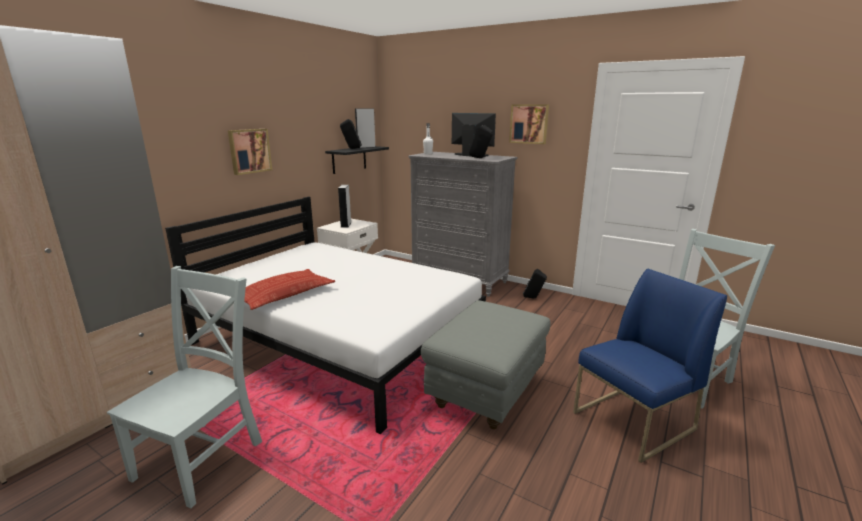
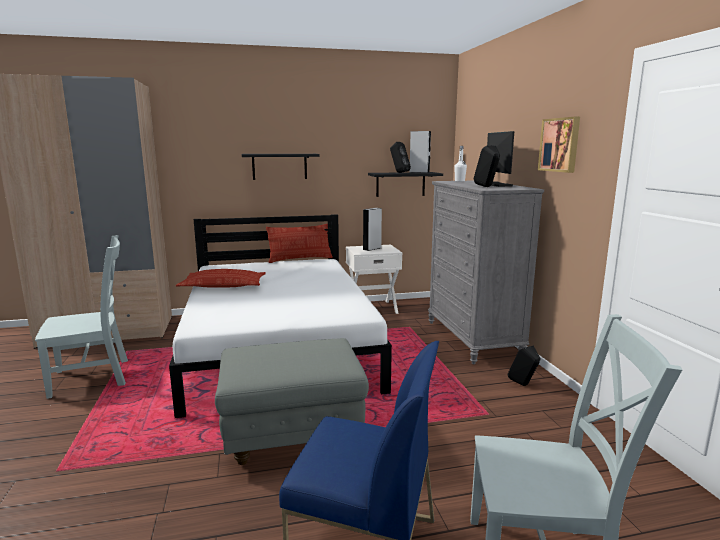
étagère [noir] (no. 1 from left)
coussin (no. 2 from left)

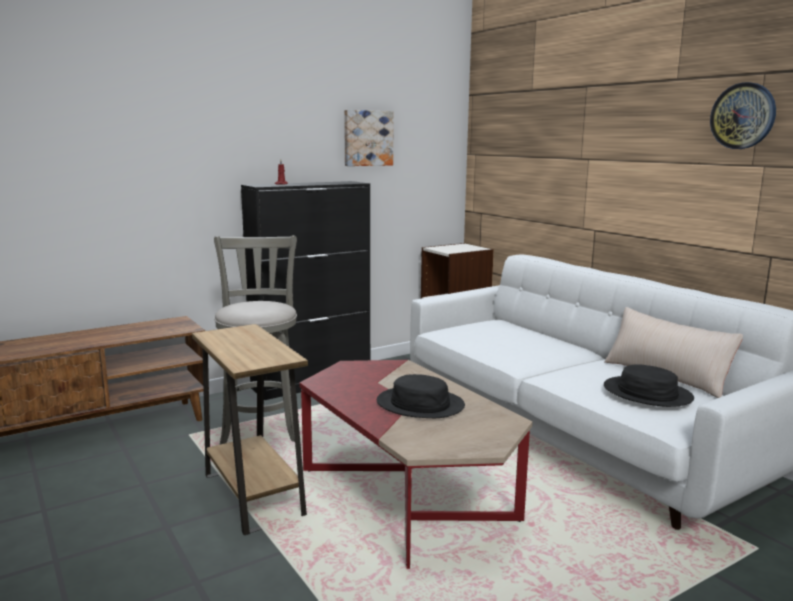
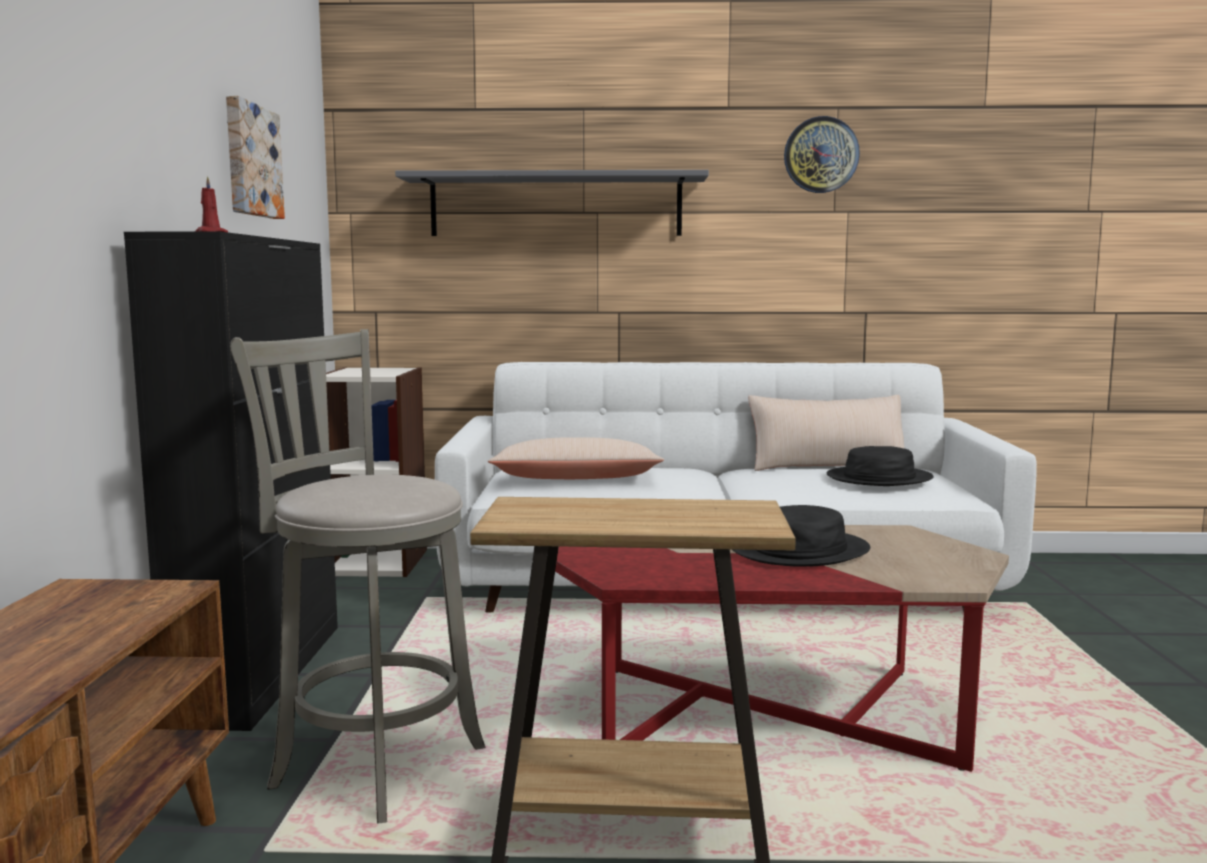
étagère [gris]
coussin [beige] (no. 1 from left)

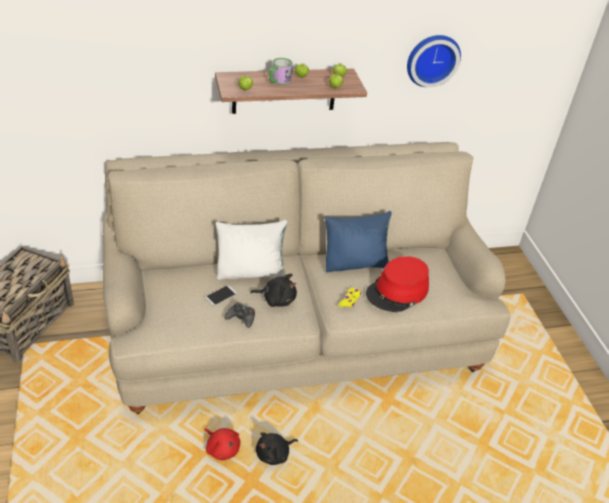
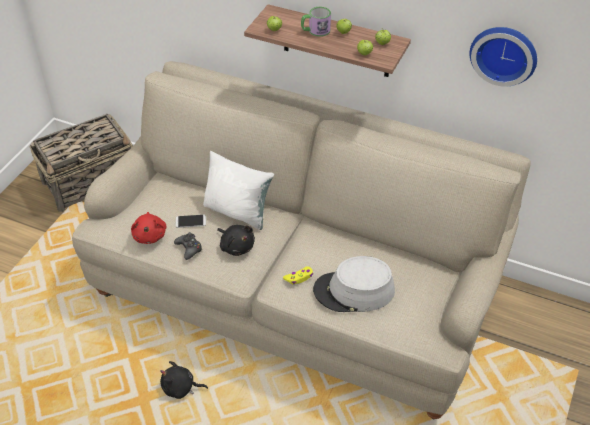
coussin [bleu]
chapeau [gris]
peluche [rouge]

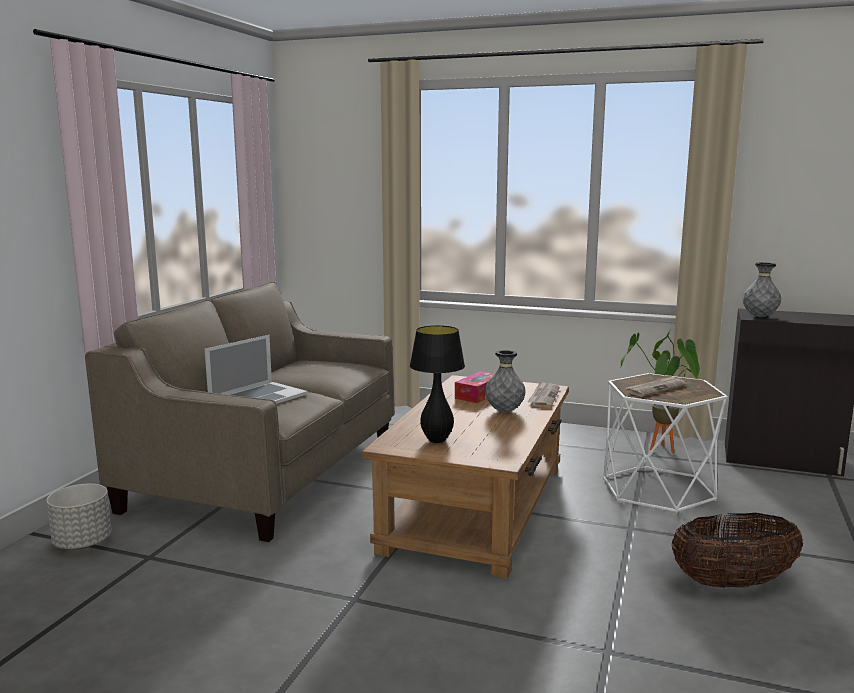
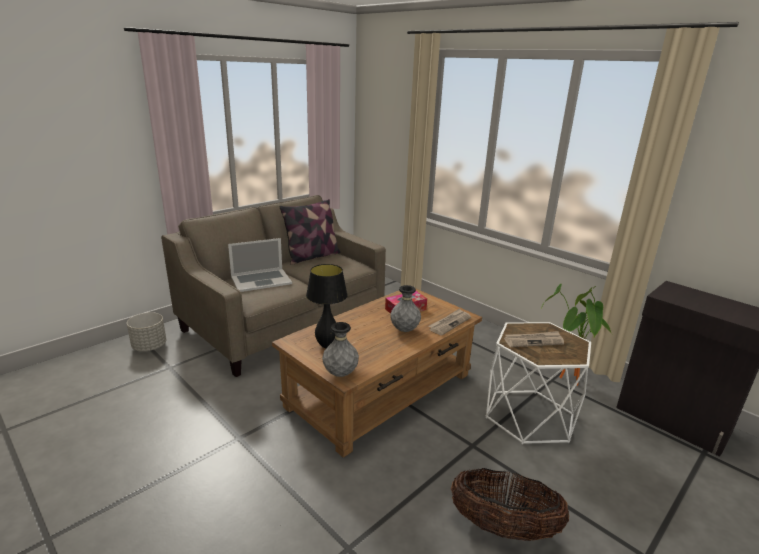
vase [gris] (no. 1 from left)
coussin

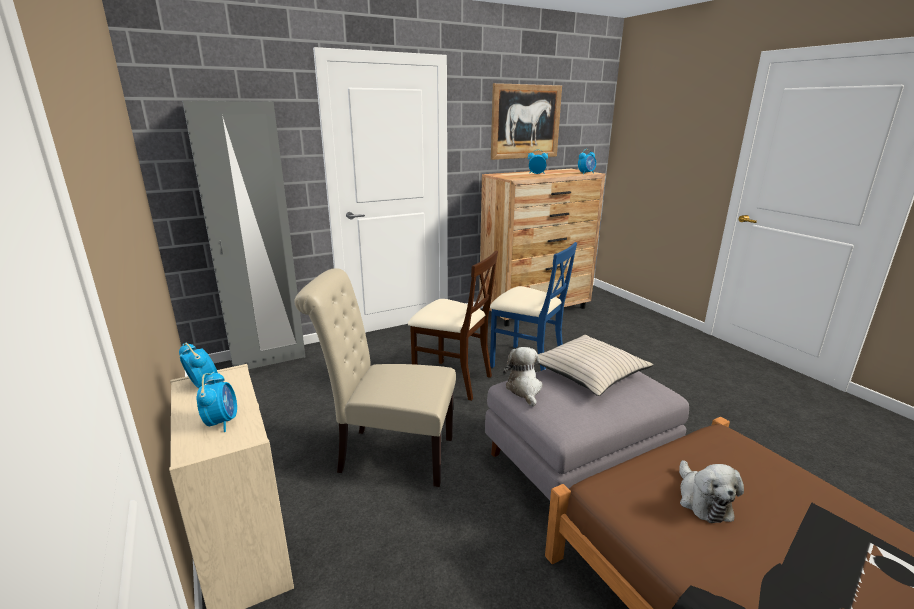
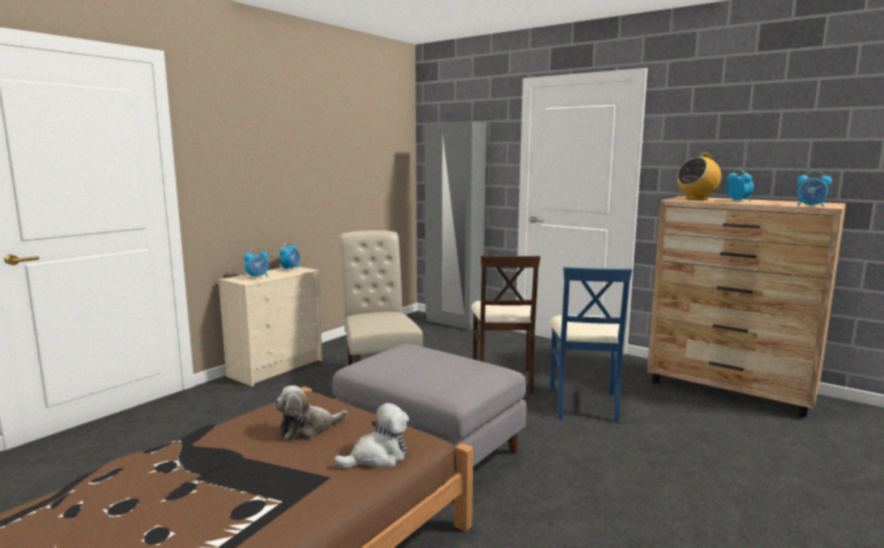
tableau
coussin [beige]
peluche (no. 2 from left)
radio

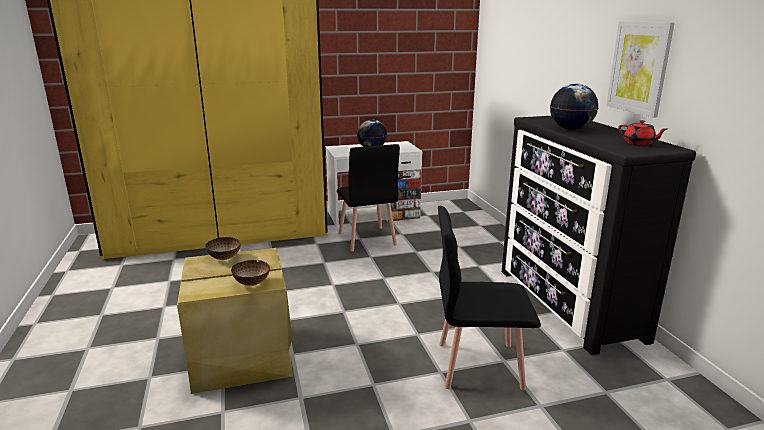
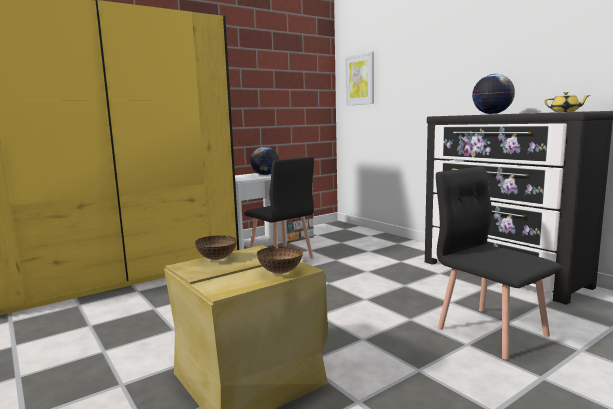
tableau
théière [jaune]
chaise [noir] (no. 2 from left)

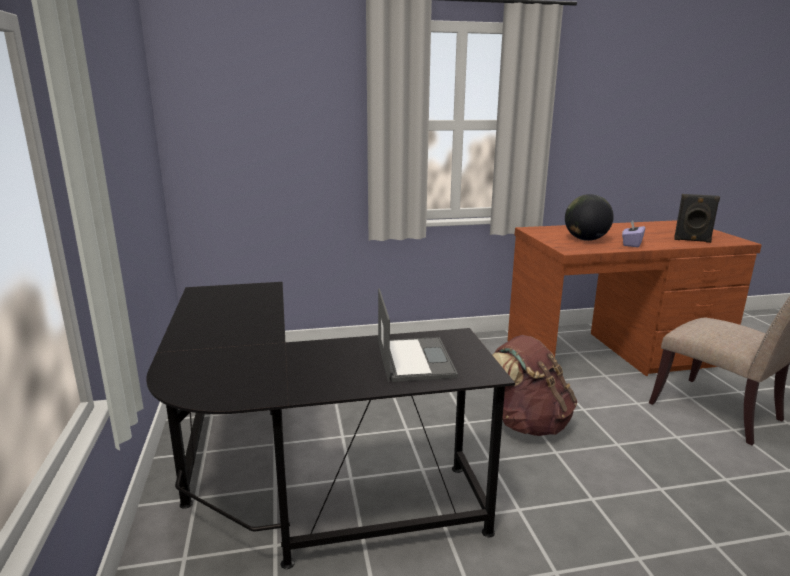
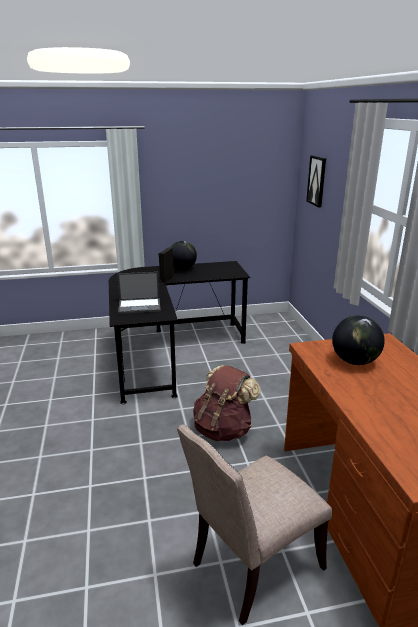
enceinte [noir]
boîte à mouchoirs [violet]
tableau
globe (no. 1 from left)

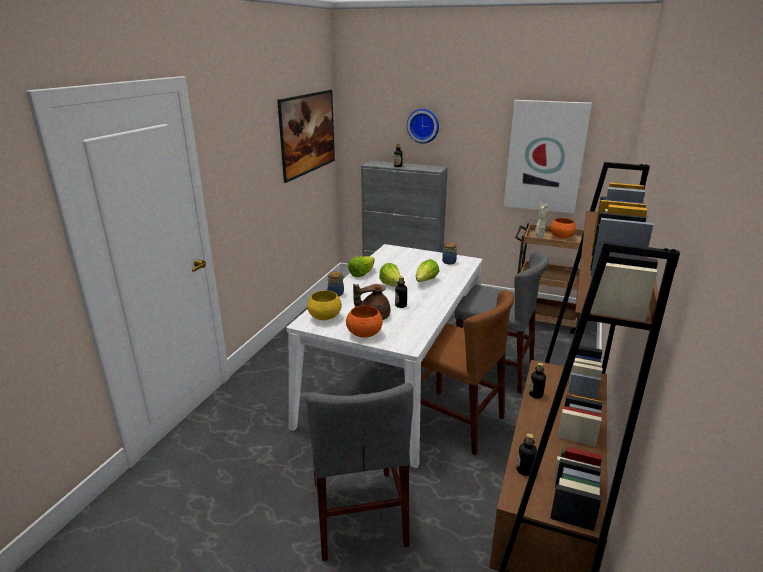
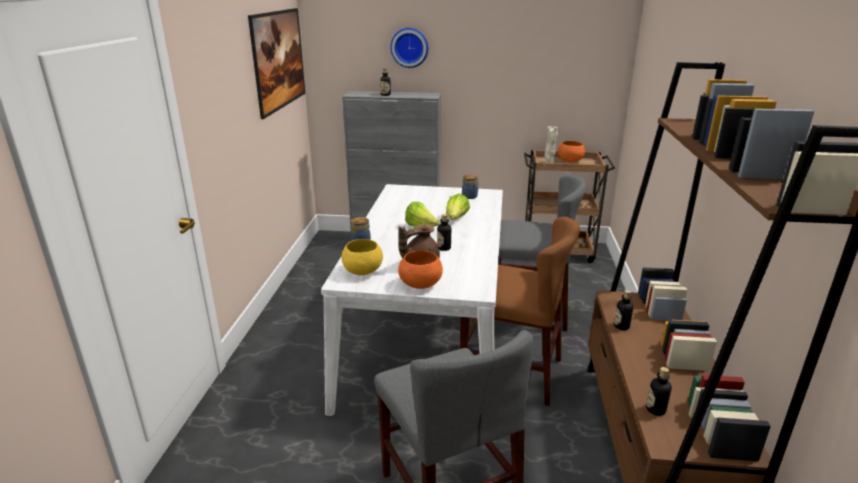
tableau (no. 2 from left in the first image)
laitue (no. 1 from left in the first image)

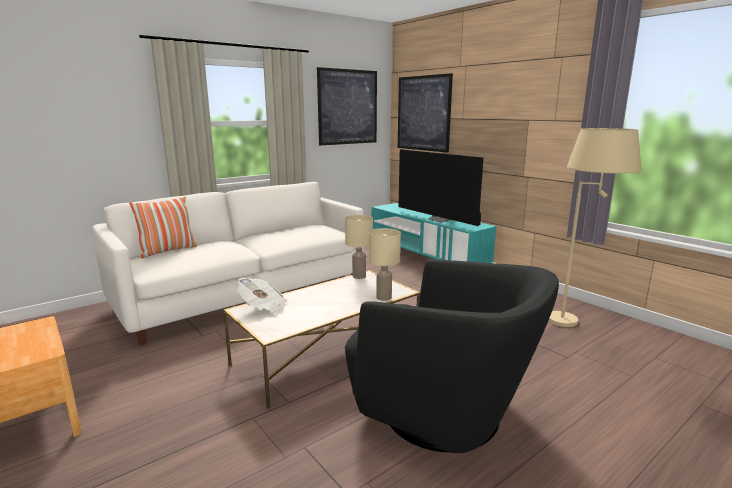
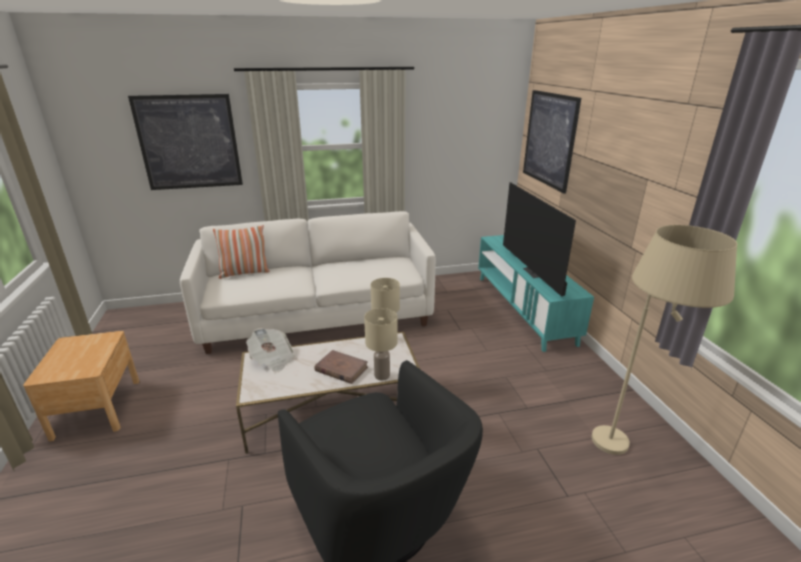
tableau (no. 1 from left)
livre [marron]

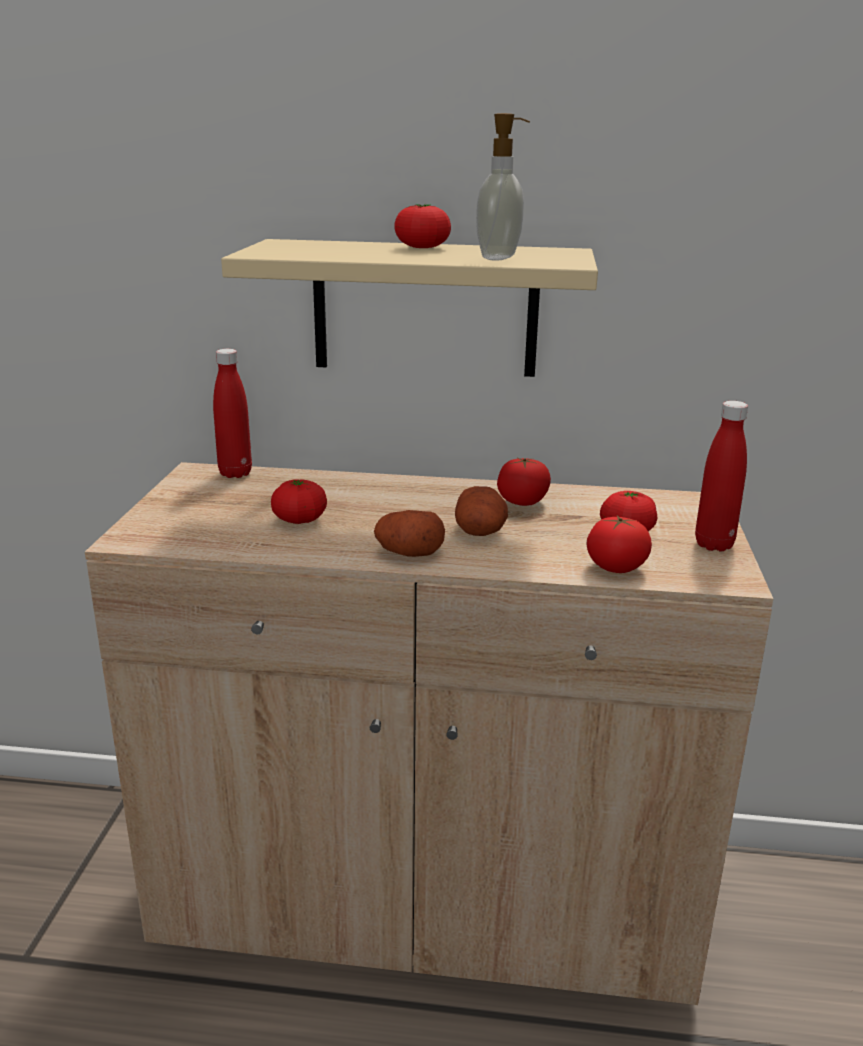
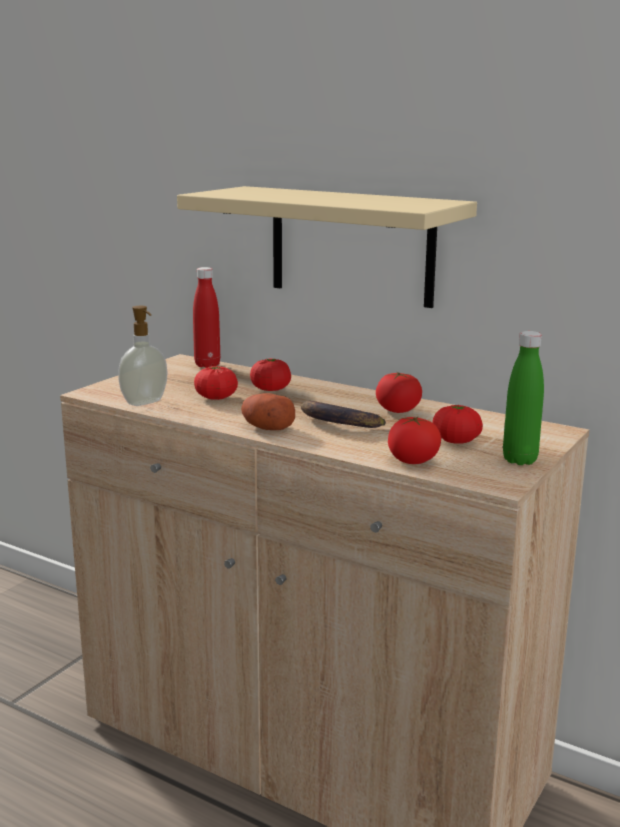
distributeur de savon
tomate (no. 2 from left)
bouteille [vert]
banane

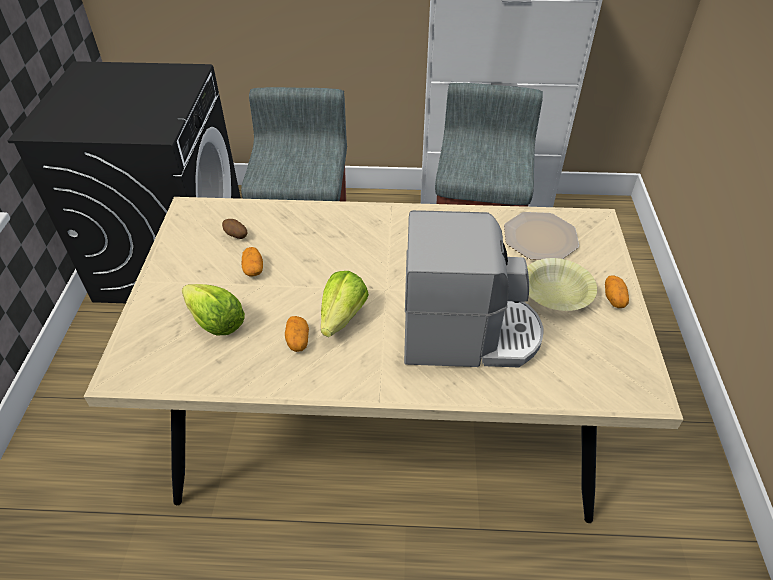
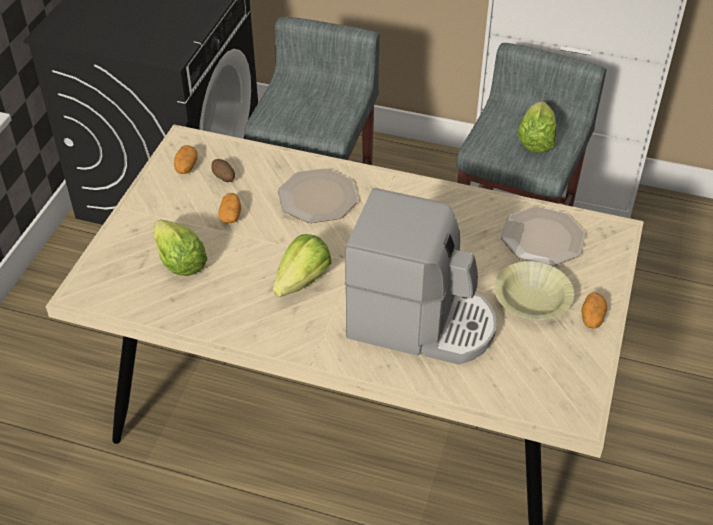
pomme de terre (no. 1 from left)
laitue (no. 3 from left)
assiette (no. 1 from left)

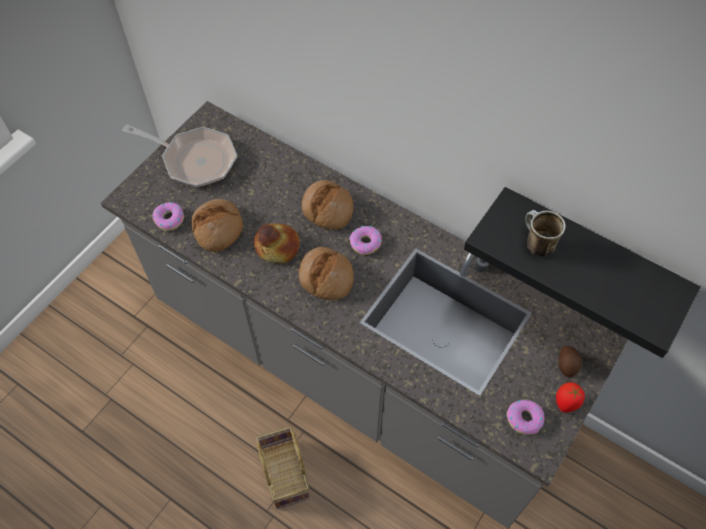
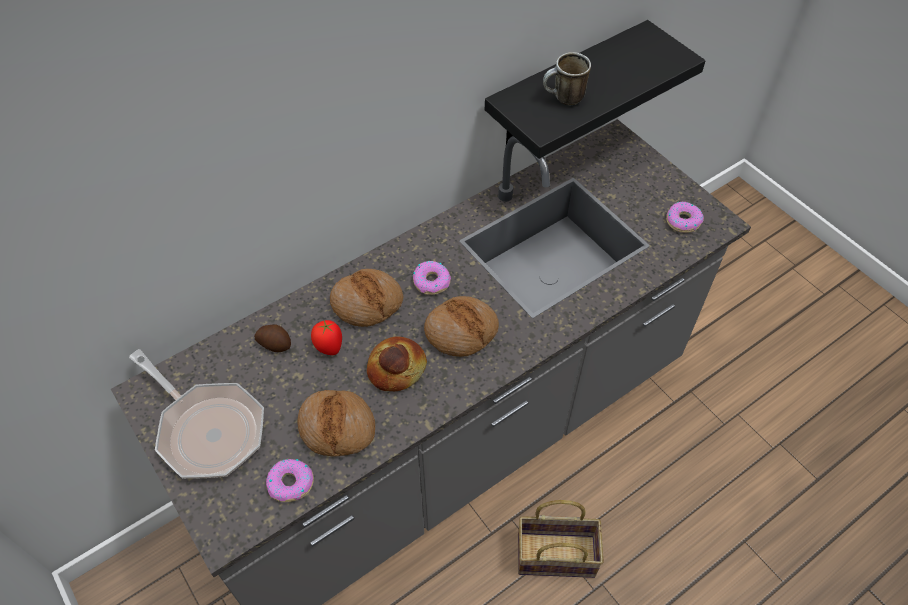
poêle
pomme de terre
tomate

